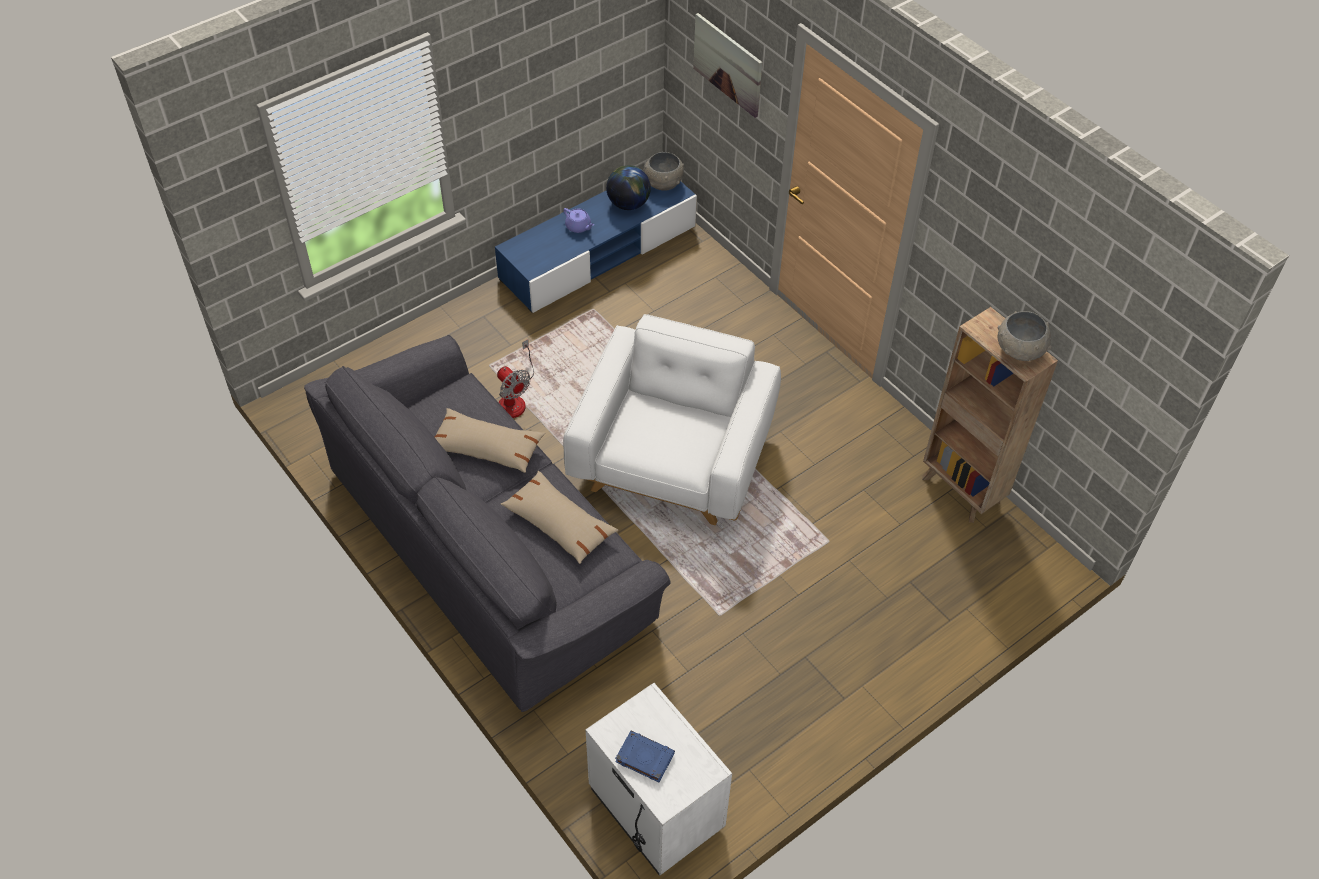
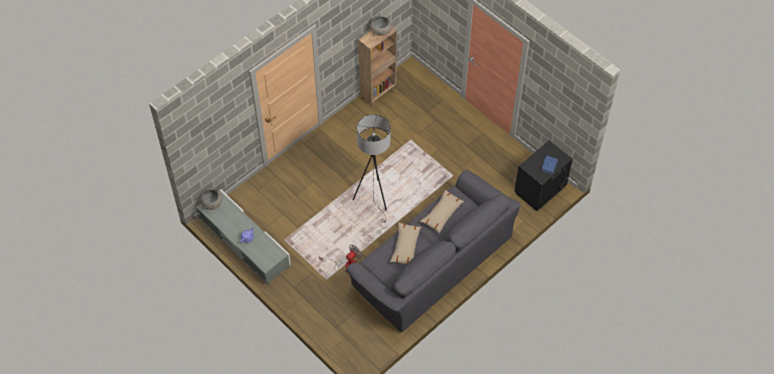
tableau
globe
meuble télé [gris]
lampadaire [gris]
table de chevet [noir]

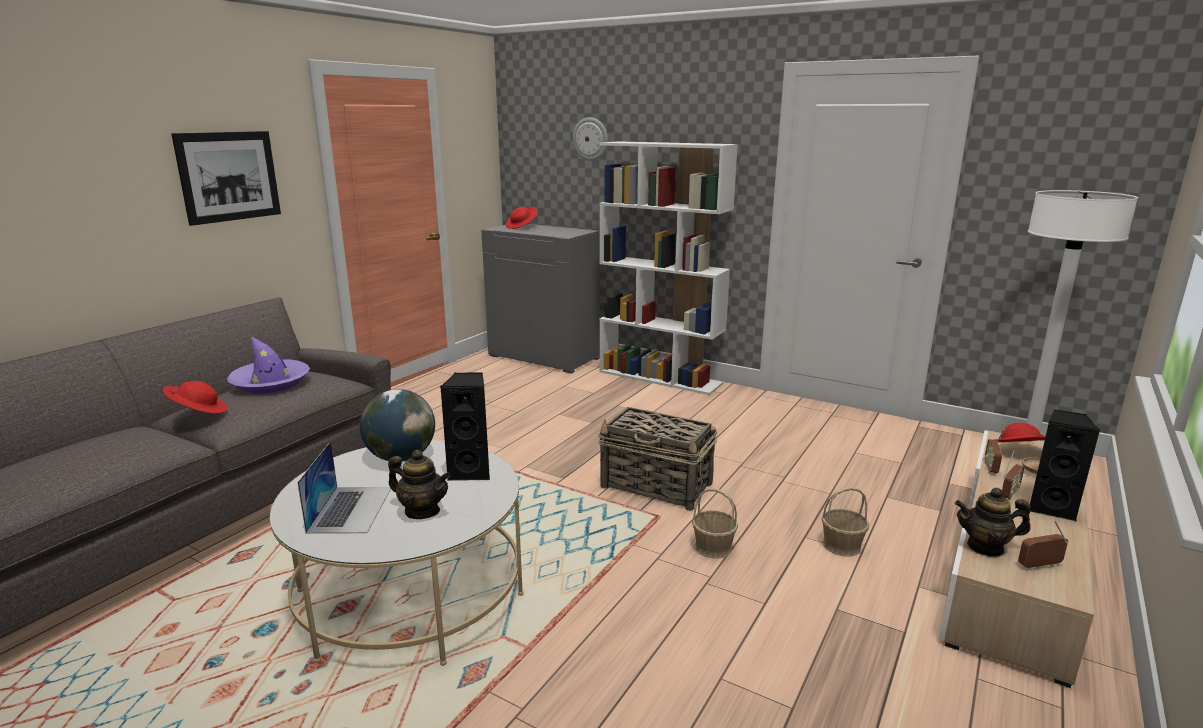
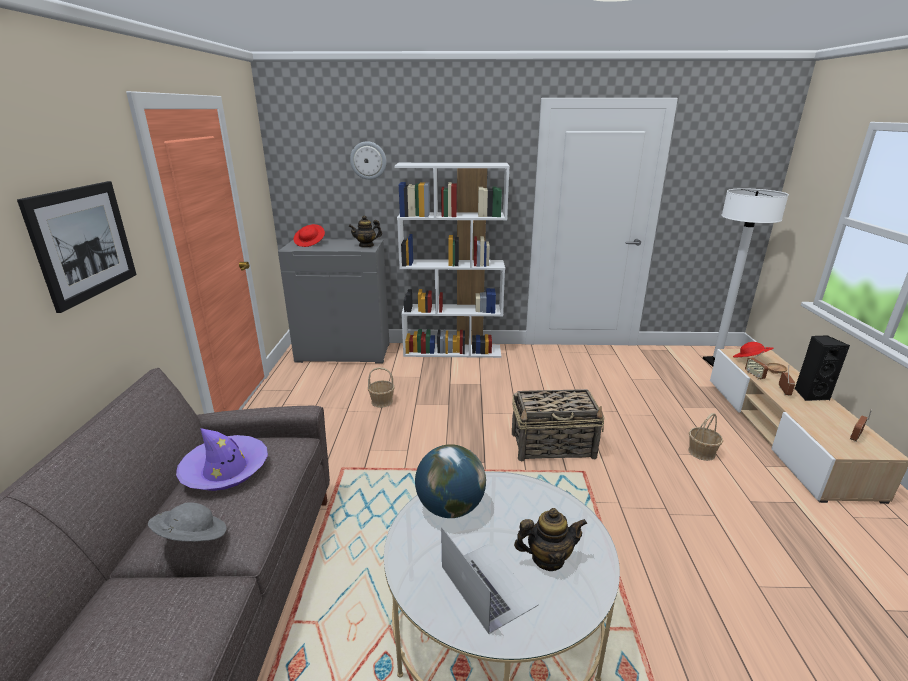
enceinte [noir] (no. 1 from left in the first image)
chapeau [gris]
panier (no. 1 from left)
théière (no. 1 from left)

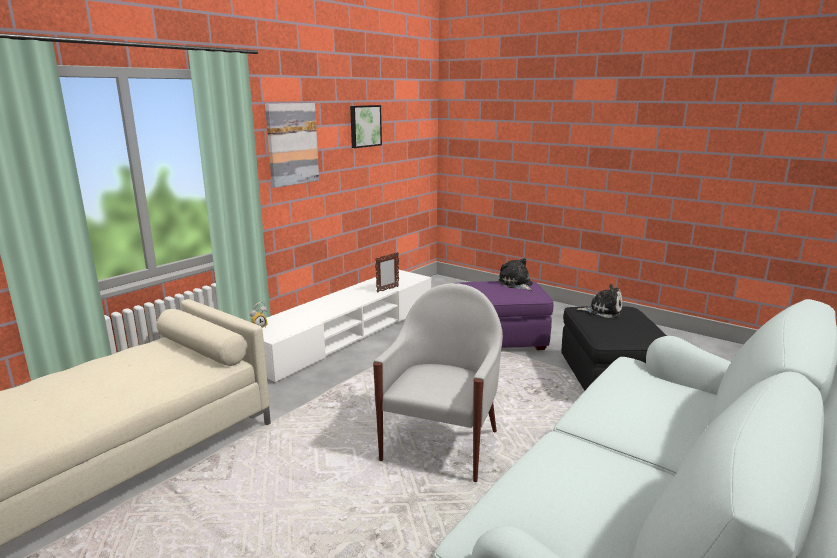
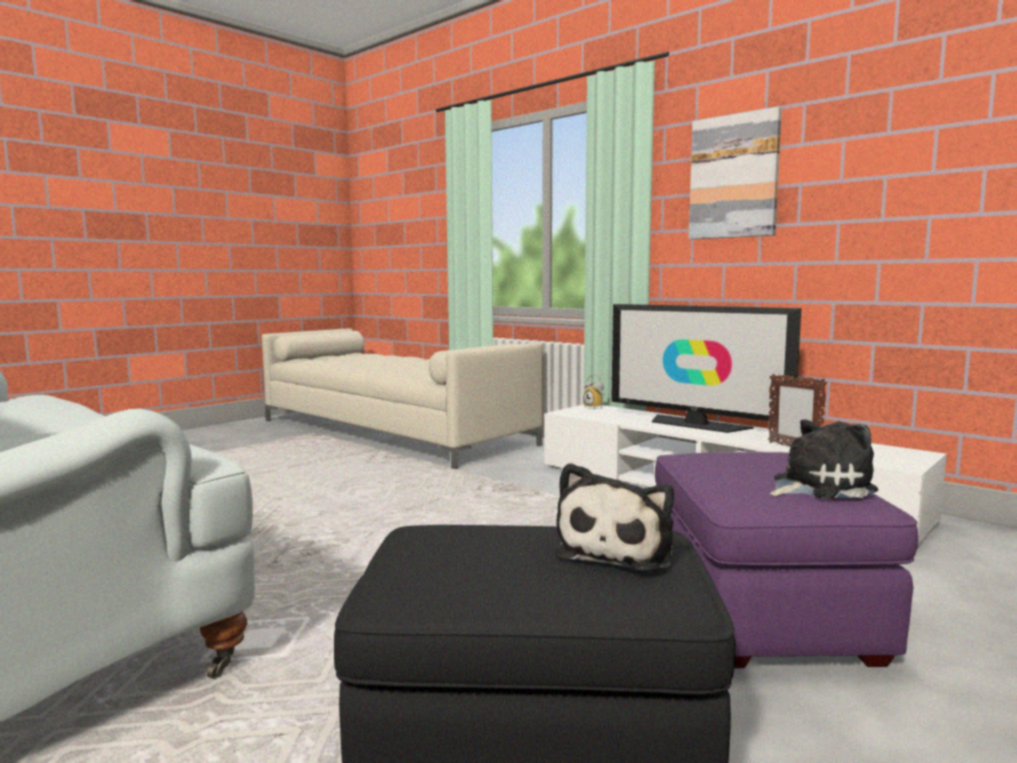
tableau (no. 2 from left in the first image)
fauteuil [blanc]
téléviseur

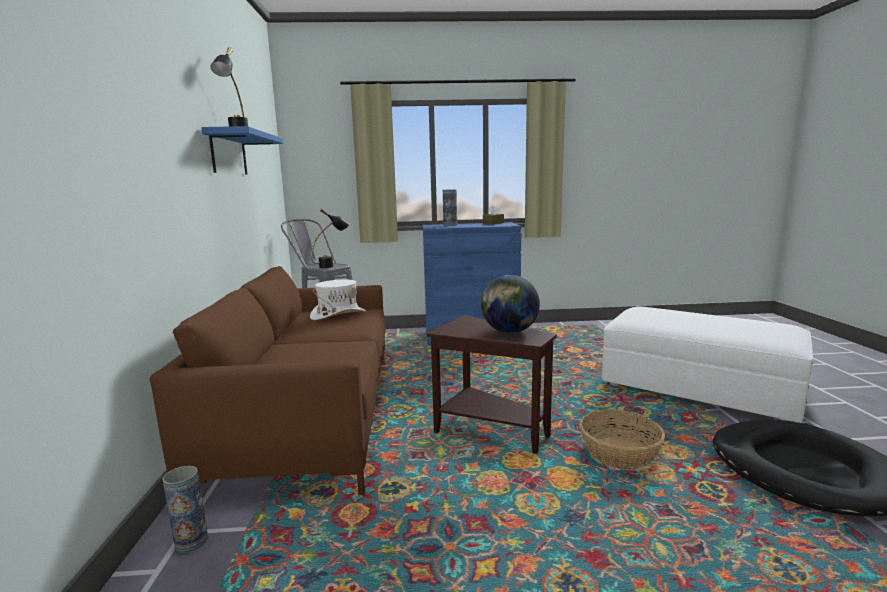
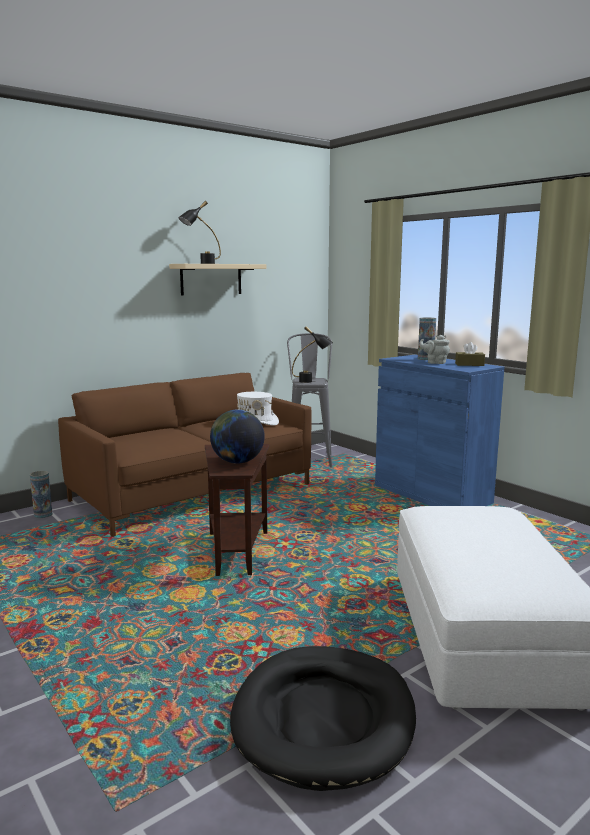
étagère [beige]
panier
théière [gris]

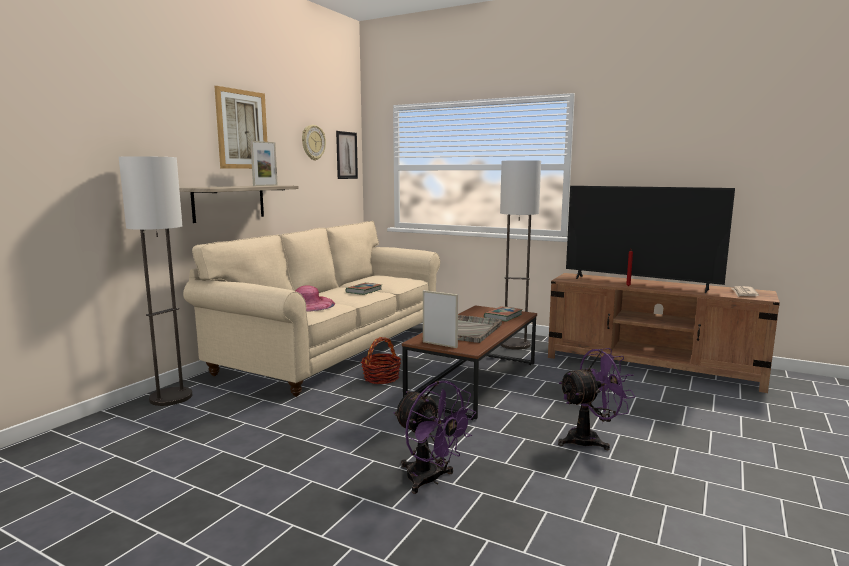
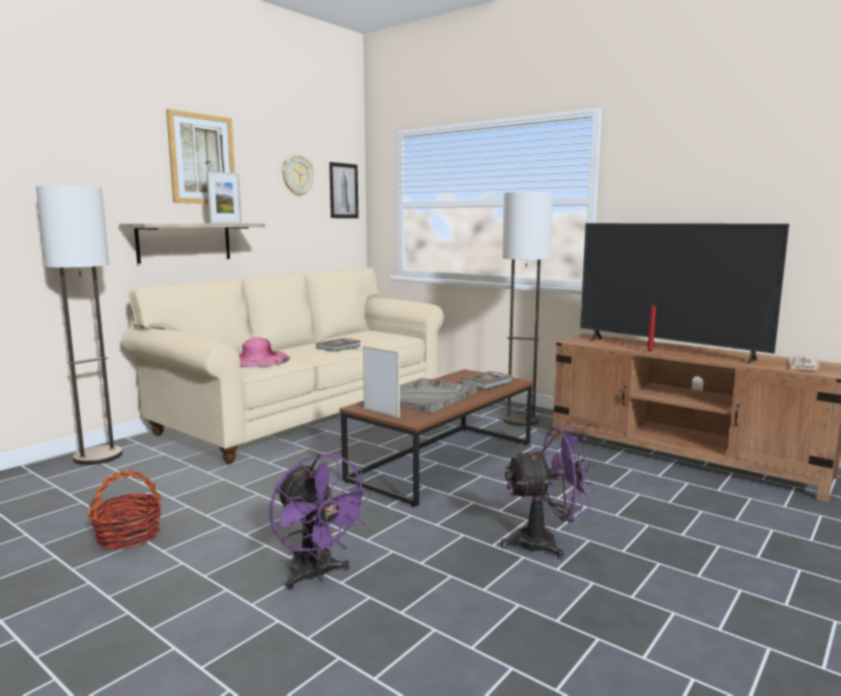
panier

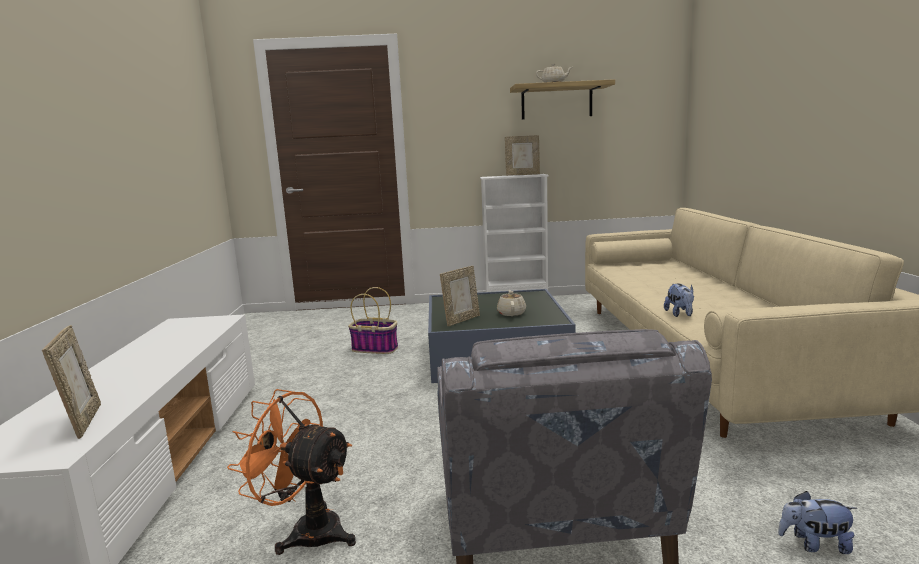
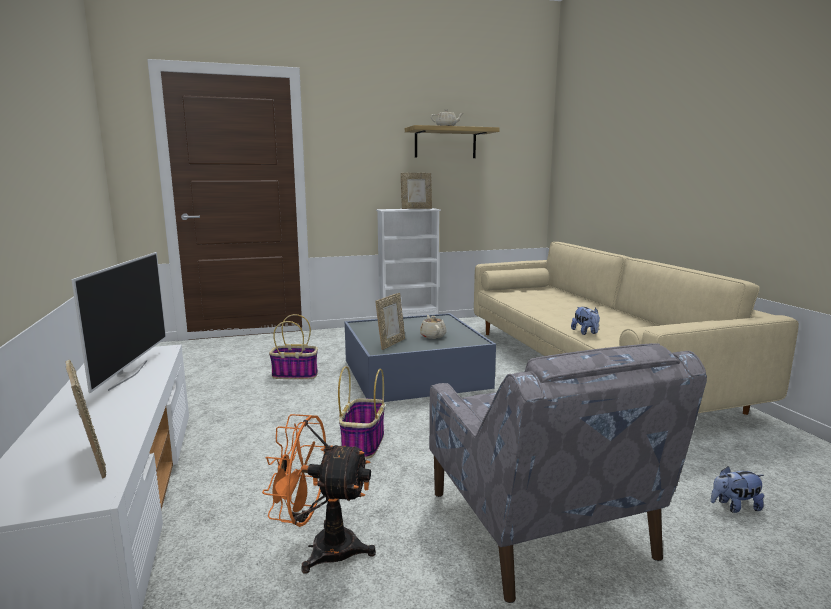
téléviseur
panier (no. 2 from left)

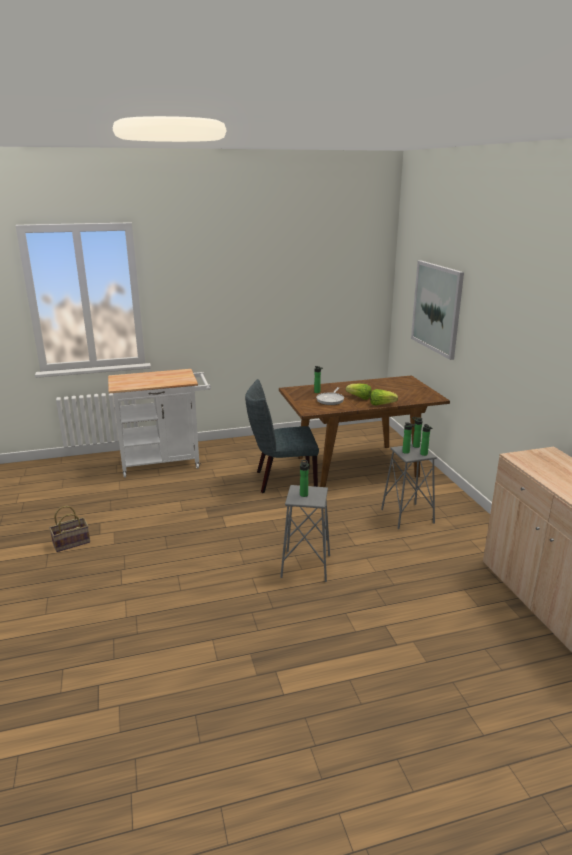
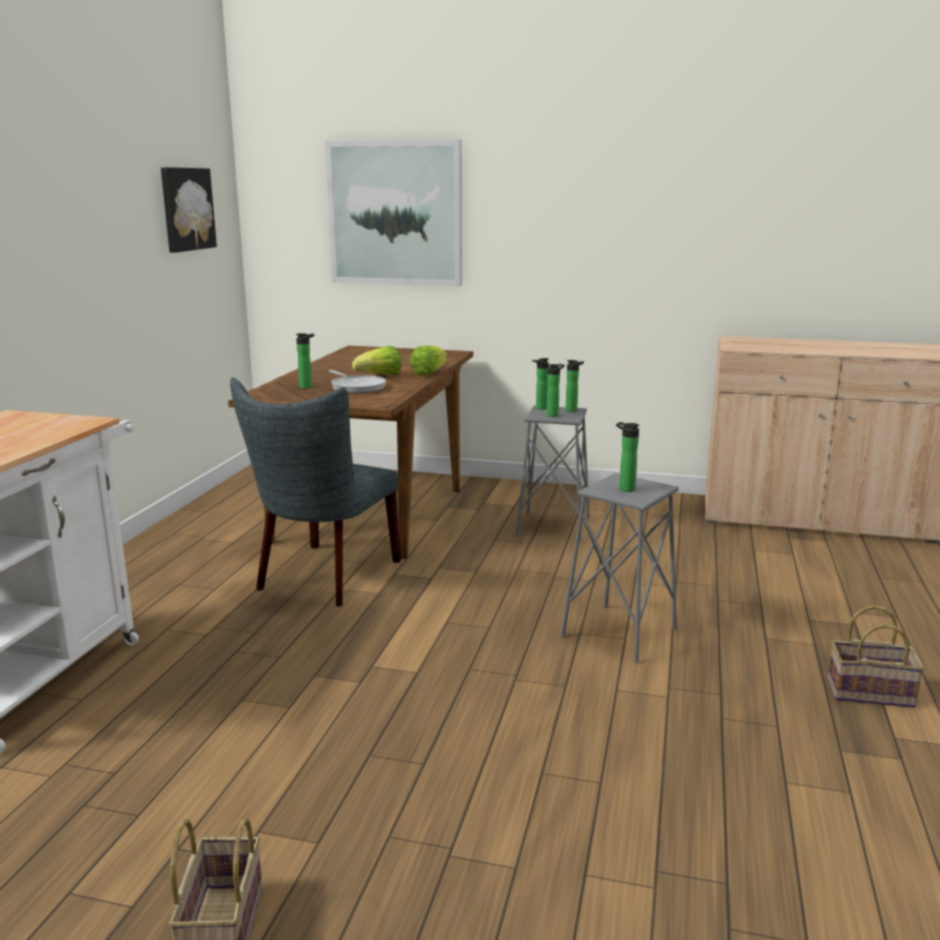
tableau (no. 1 from left)
panier (no. 2 from left)

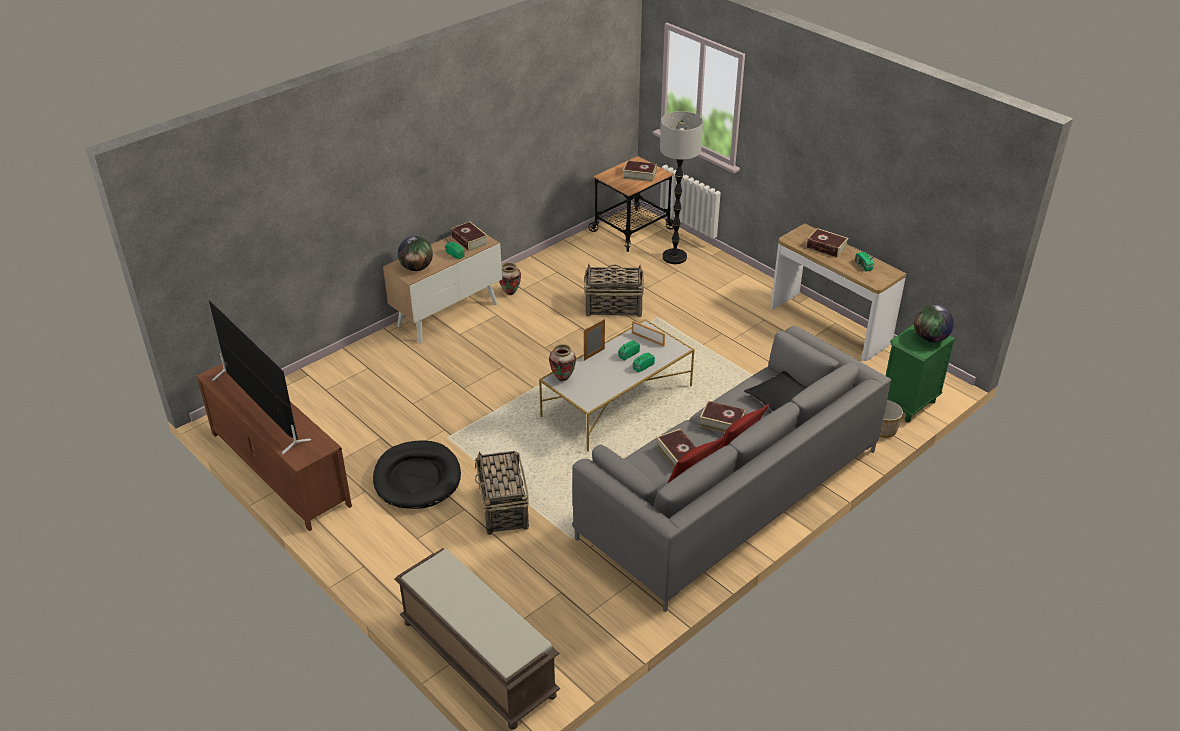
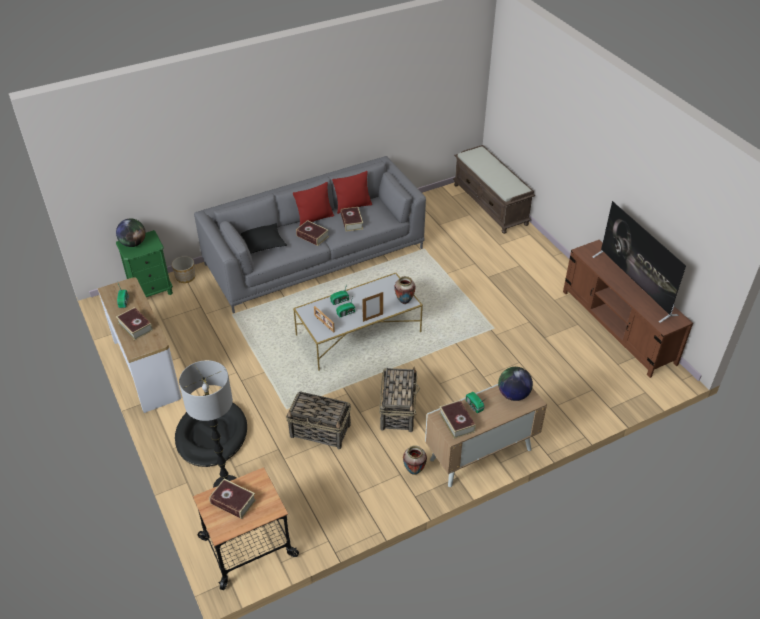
panier pour chien [noir]
panier (no. 2 from left)

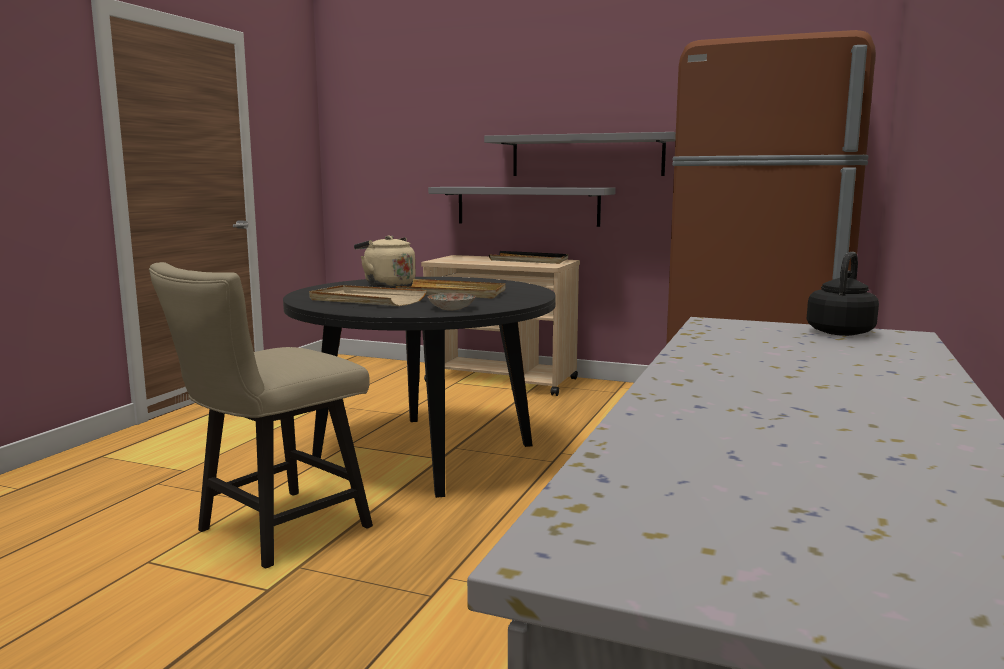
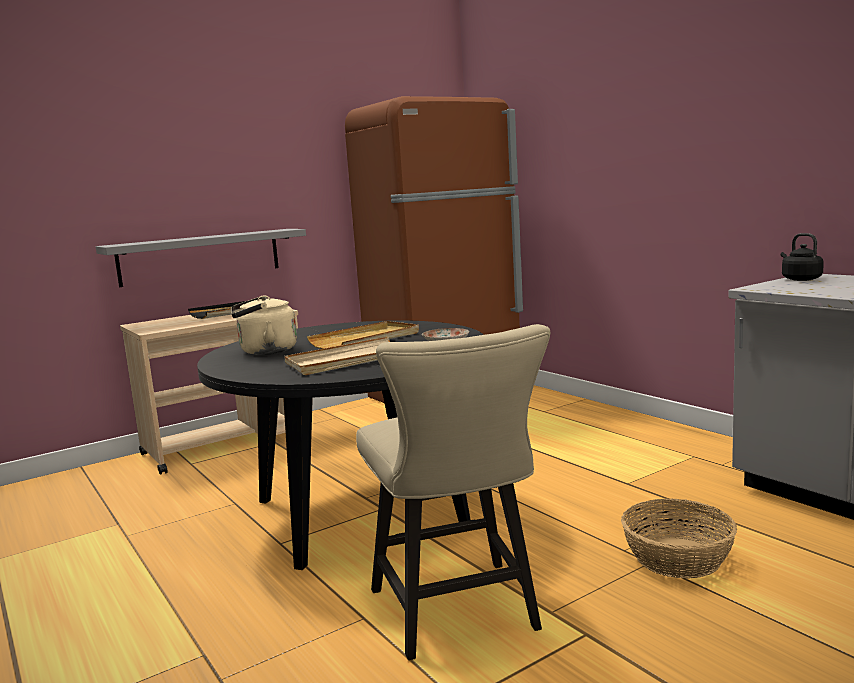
étagère [gris] (no. 2 from left in the first image)
panier

